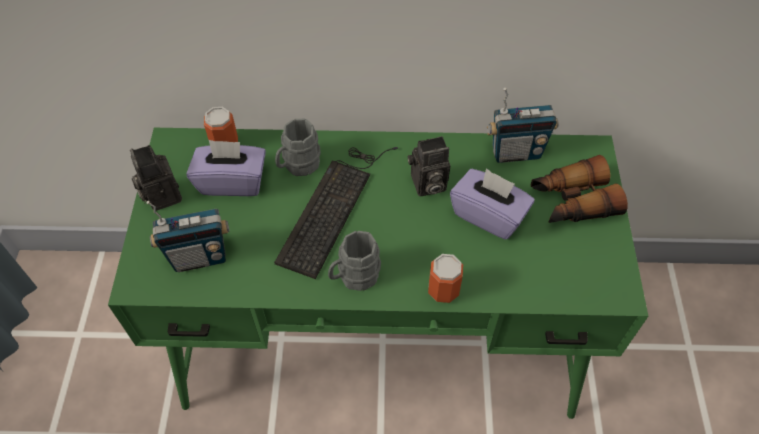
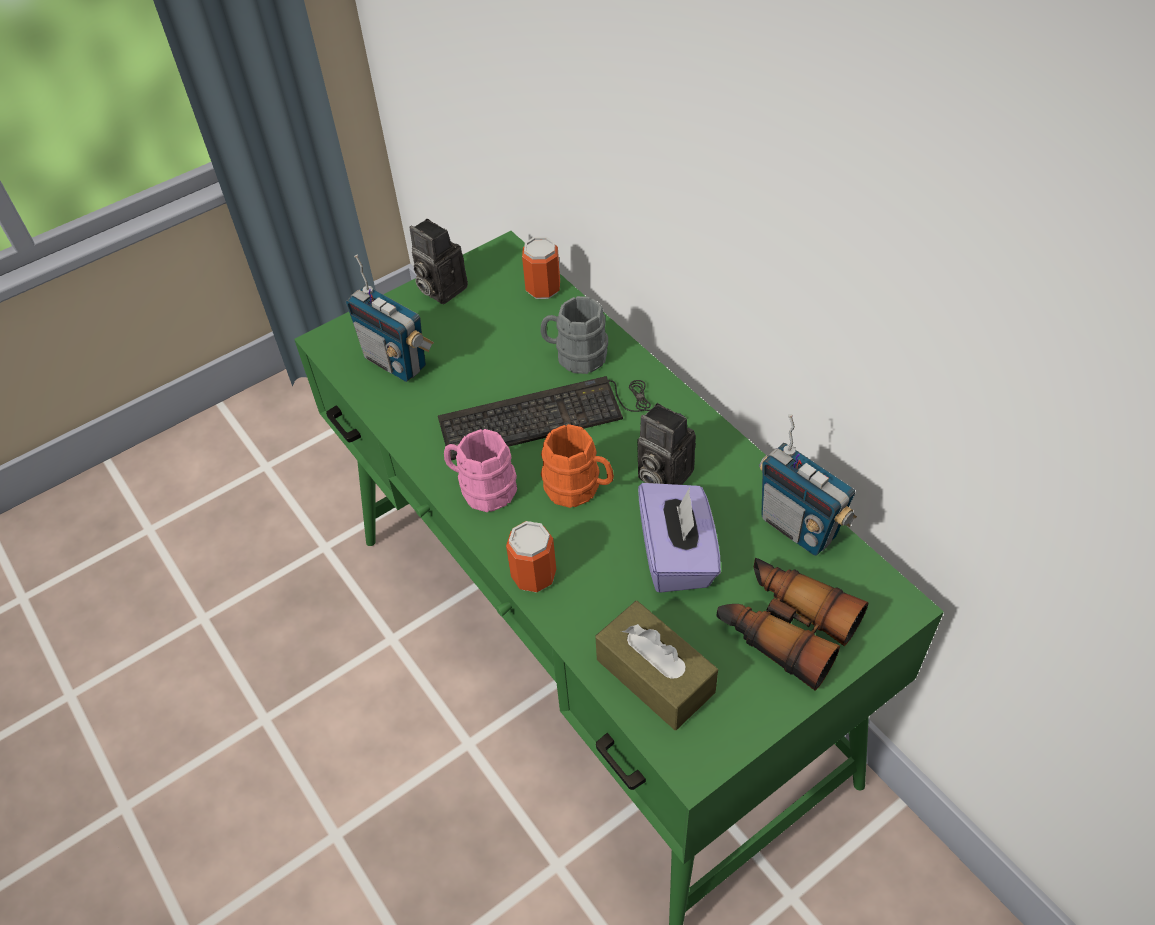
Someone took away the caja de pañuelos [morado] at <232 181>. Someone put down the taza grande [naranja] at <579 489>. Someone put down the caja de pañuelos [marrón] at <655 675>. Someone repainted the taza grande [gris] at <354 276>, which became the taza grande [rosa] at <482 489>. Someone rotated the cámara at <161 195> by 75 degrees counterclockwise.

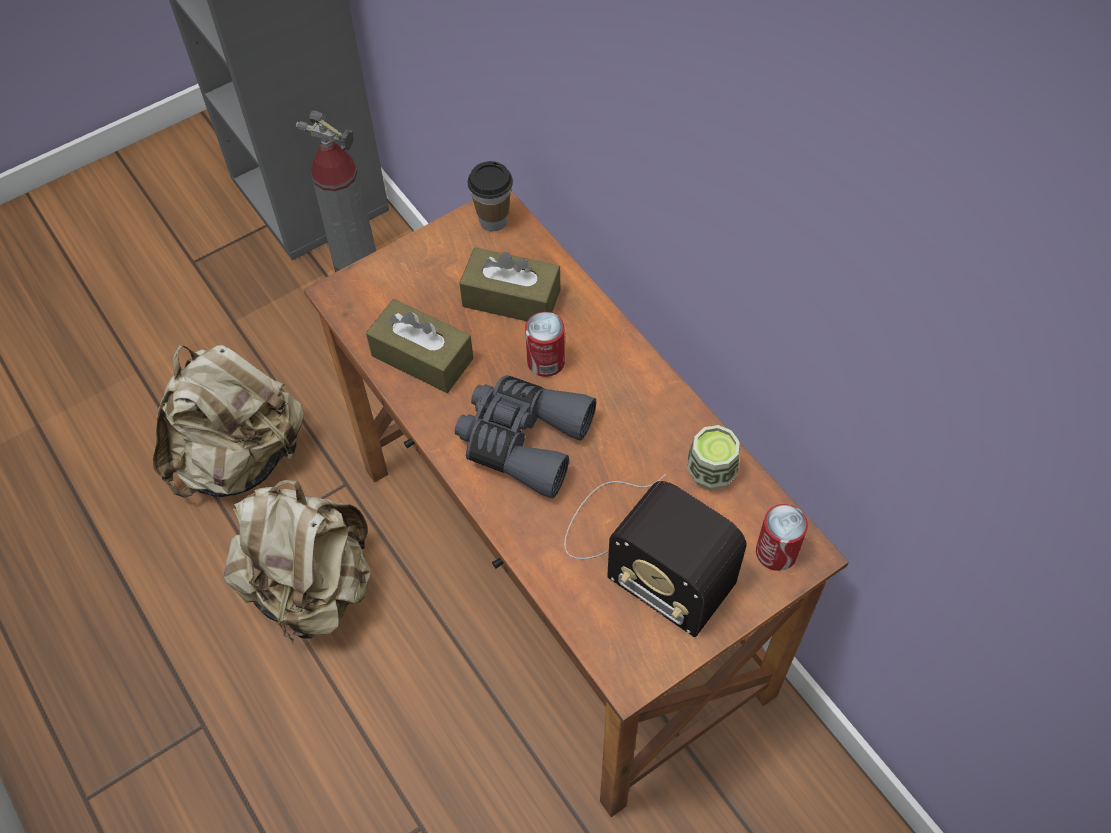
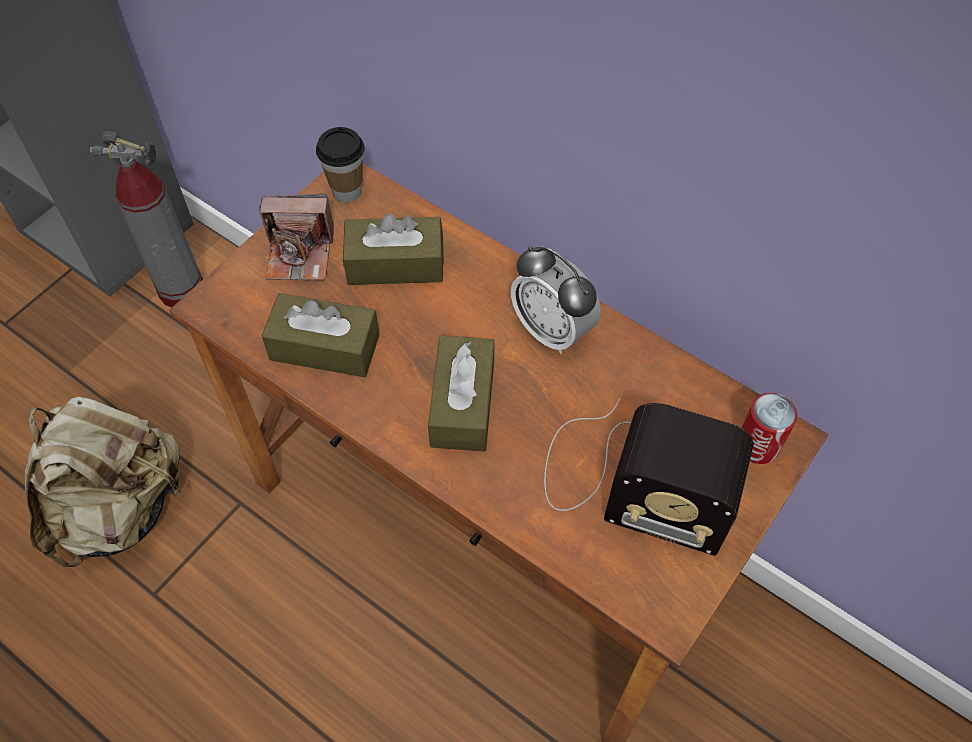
Someone took away the mochila [beis] at <311 587>. Someone took away the lata at <546 362>. Someone took away the taza at <711 472>. Someone put down the cámara at <300 253>. Someone put down the despertador at <552 330>. Someone swapped the prismáticos [gris] at <523 440> for the caja de pañuelos [marrón] at <462 404>.

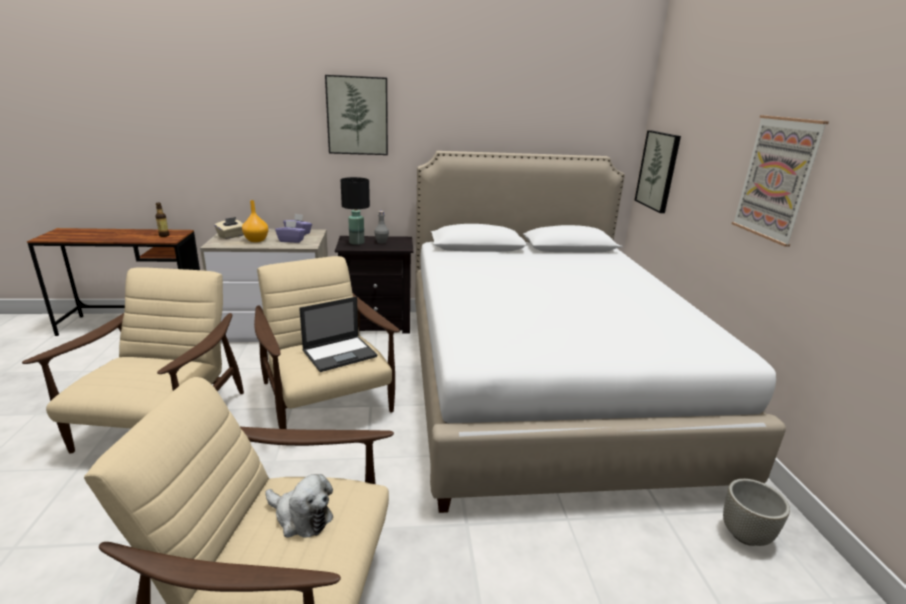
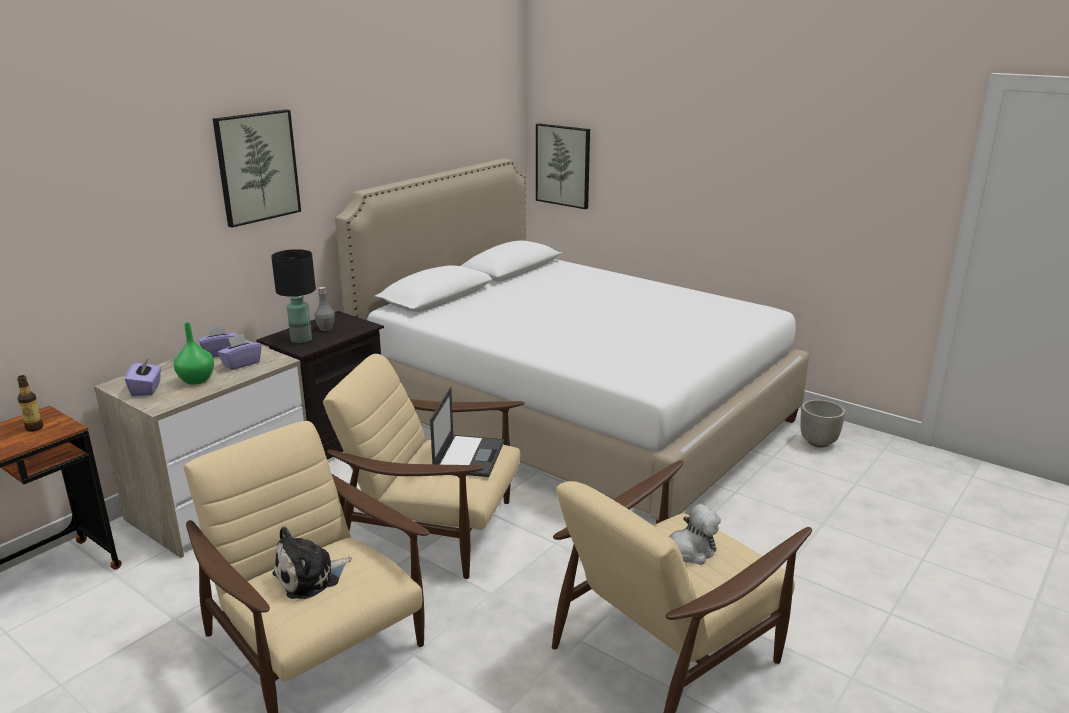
Someone took away the cuadro at <776 178>. Someone put down the peluche at <311 577>. Someone repainted the caja de pañuelos [beis] at <231 236>, which became the caja de pañuelos [morado] at <146 389>. Someone repainted the florero [naranja] at <256 240>, which became the florero [verde] at <197 380>.

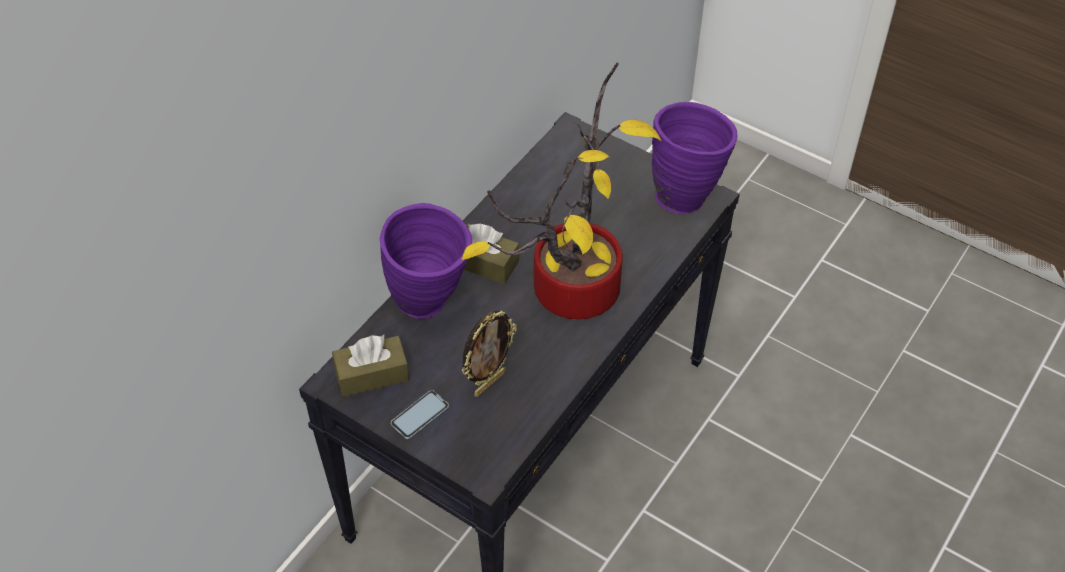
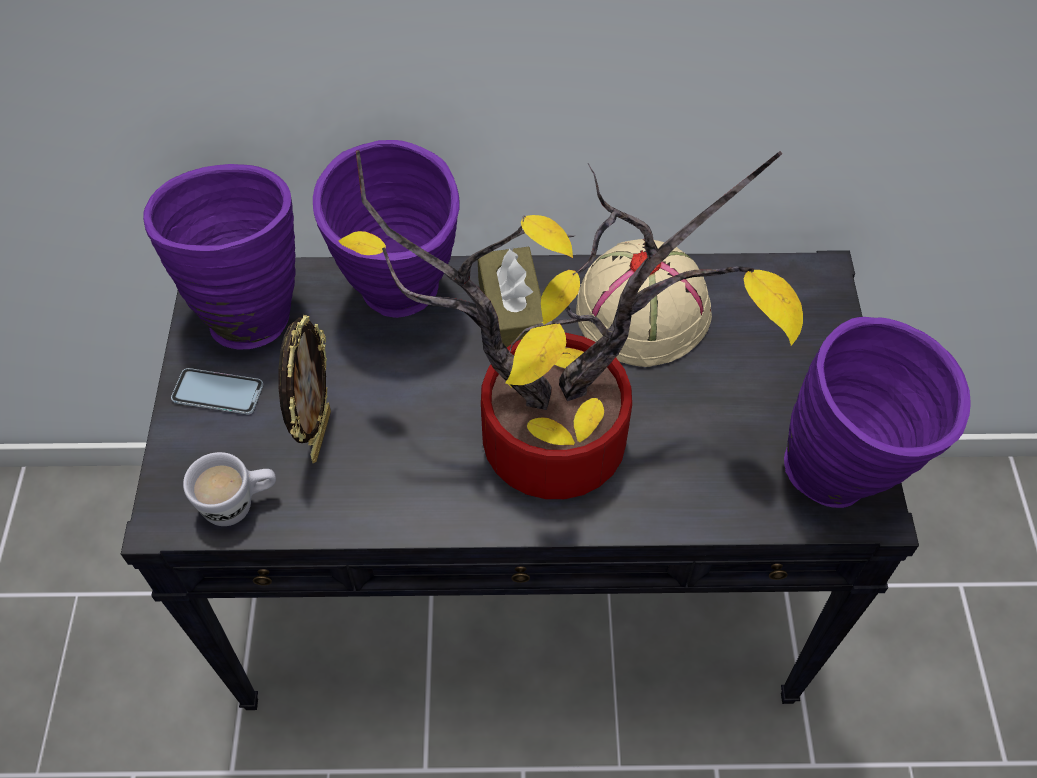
Someone put down the taza grande [blanco] at <240 504>. Someone put down the sombrero [beis] at <643 311>. Someone swapped the caja de pañuelos [marrón] at <372 374> for the florero [morado] at <249 309>. Someone rotated the portarretratos at <489 383> by 90 degrees counterclockwise.

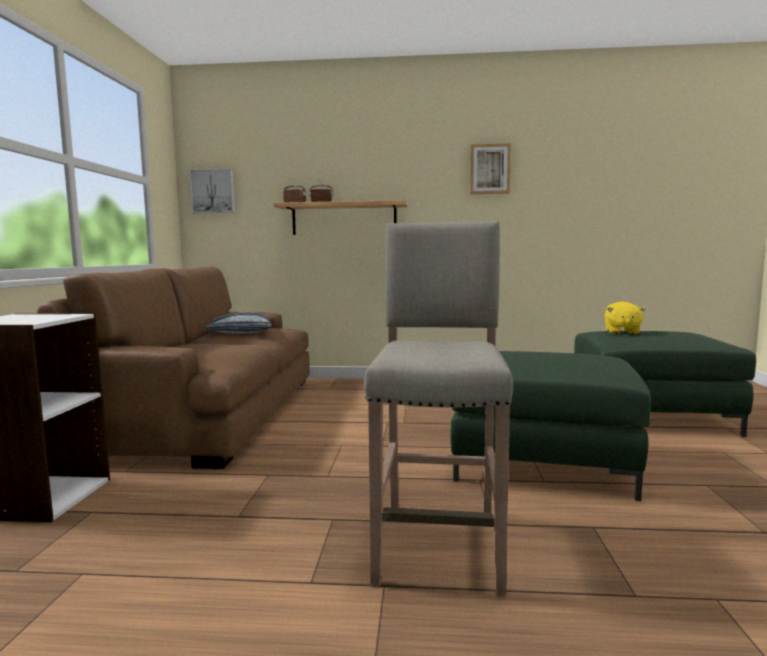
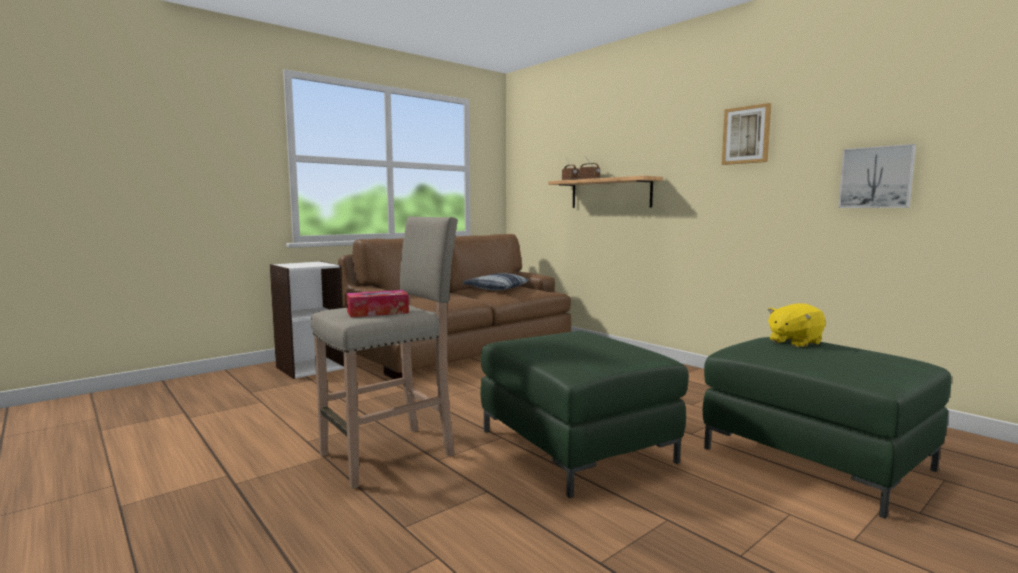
Someone put down the caja de pañuelos at <378 312>. Someone carried the cuadro from <213 191> to <876 177>.

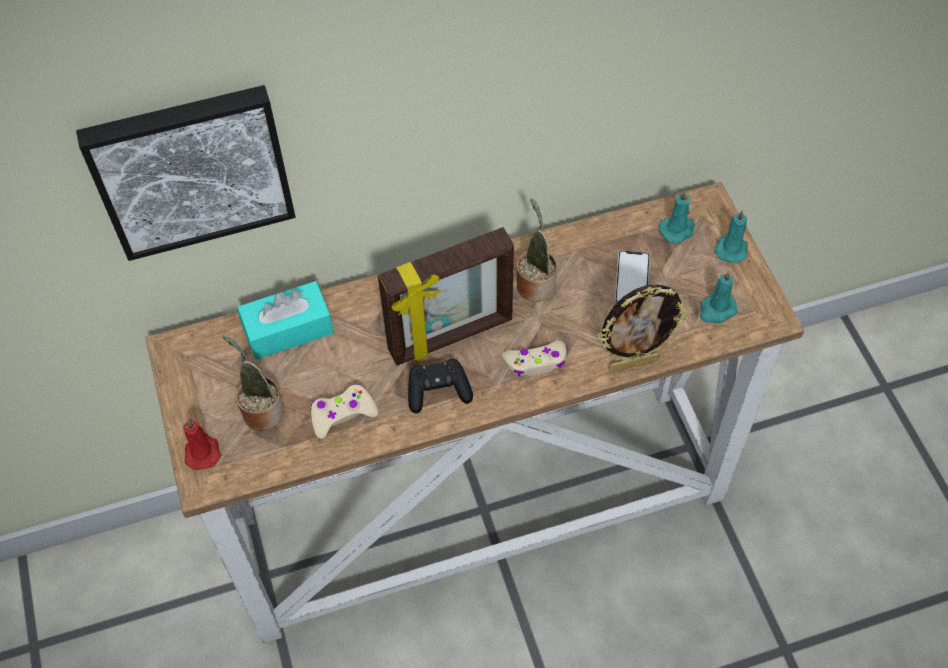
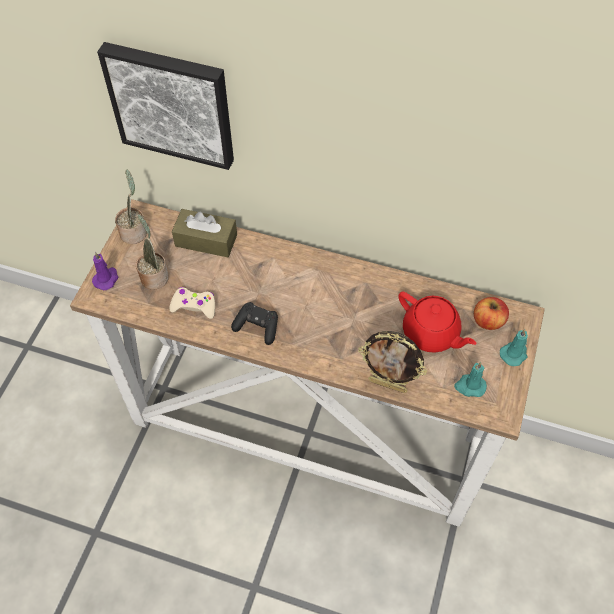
Someone took away the portarretratos at <451 337>. Someone took away the mando de consola [beis] at <536 362>. Someone carried the planta en maceta from <535 283> to <134 231>. Someone swapped the móvil at <632 279> for the tetera [rojo] at <431 333>. Someone swapped the vela [turquesa] at <678 229> for the manzana at <488 321>. Someone repainted the vela [rojo] at <202 451>, which became the vela [morado] at <106 279>. Someone repainted the caja de pañuelos [turquesa] at <288 330>, which became the caja de pañuelos [marrón] at <206 240>.

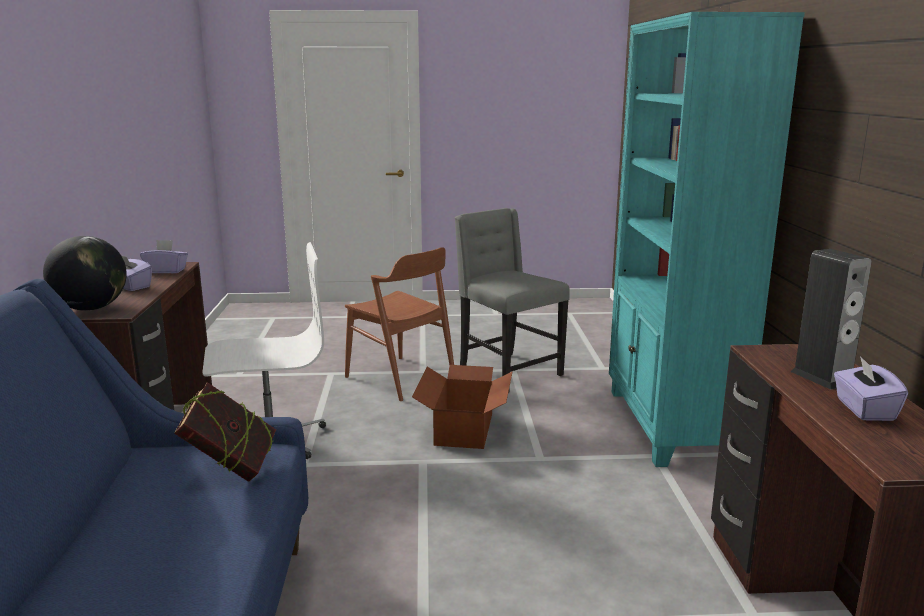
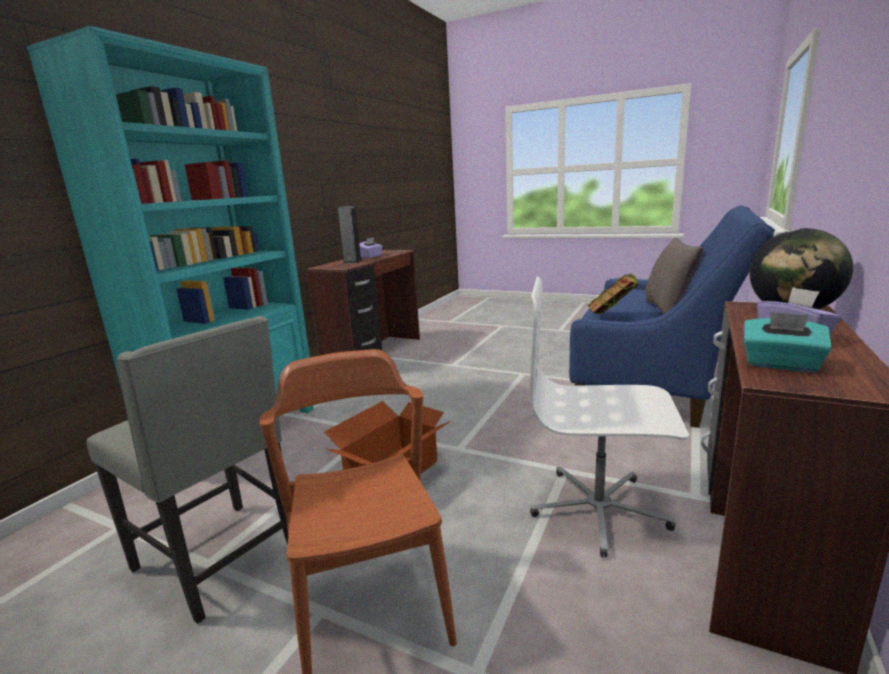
Someone put down the cojín [gris] at <668 310>. Someone repainted the caja de pañuelos [morado] at <166 271>, which became the caja de pañuelos [turquesa] at <780 364>. Someone rotated the silla [gris] at <507 372> by 45 degrees counterclockwise.

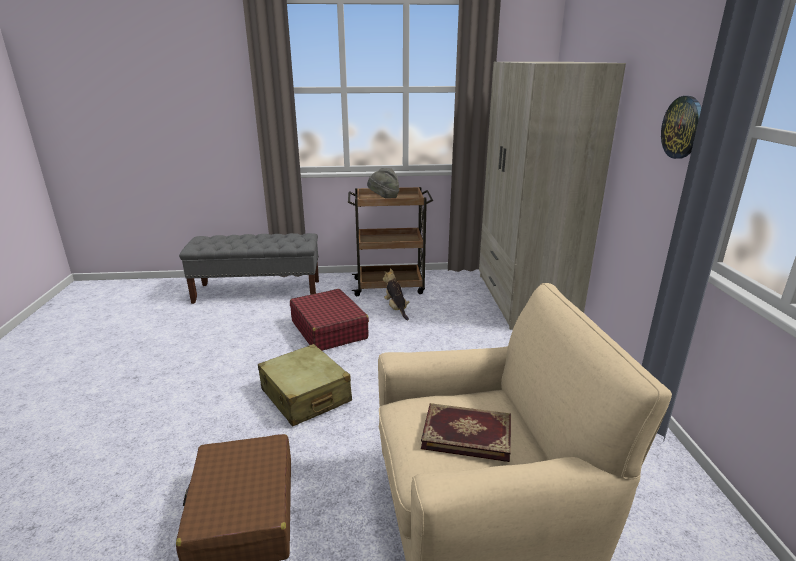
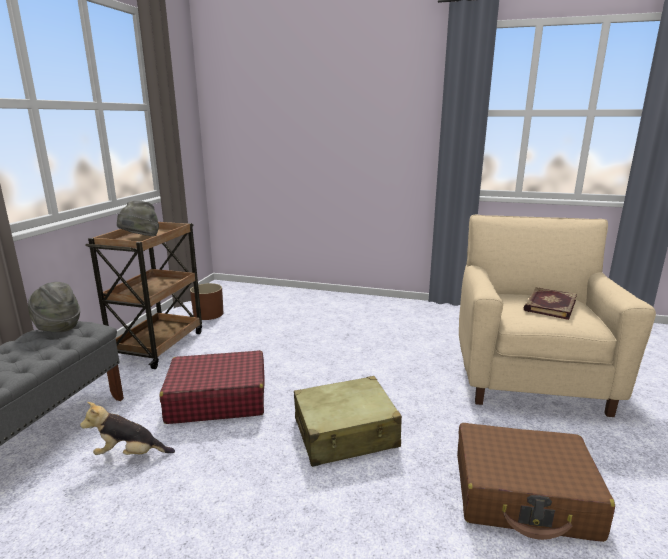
Someone took away the armario ropero [beis] at <524 299>. Someone took away the reloj de pared at <683 127>. Someone put down the sombrero [gris] at <57 327>. Someone put down the maceta [marrón] at <208 314>. Someone carried the peluche from <396 309> to <130 454>.

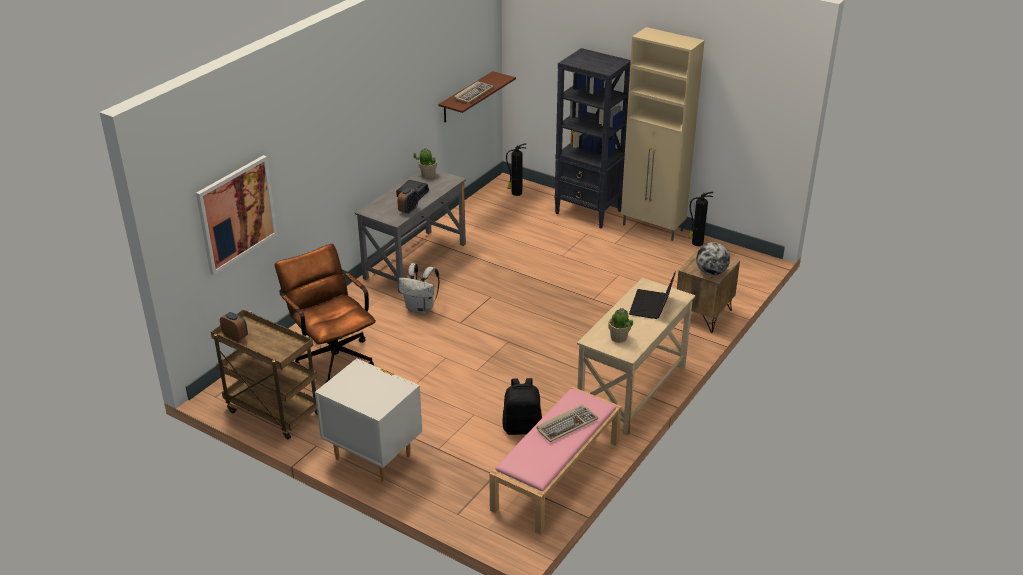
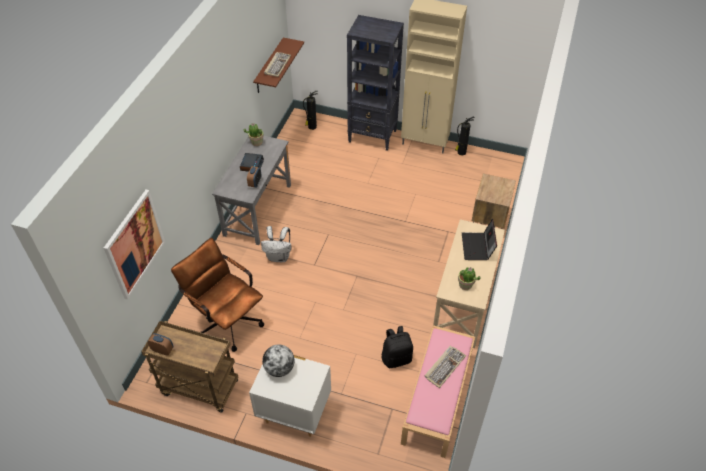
Someone carried the globo terráqueo from <711 272> to <279 368>.

